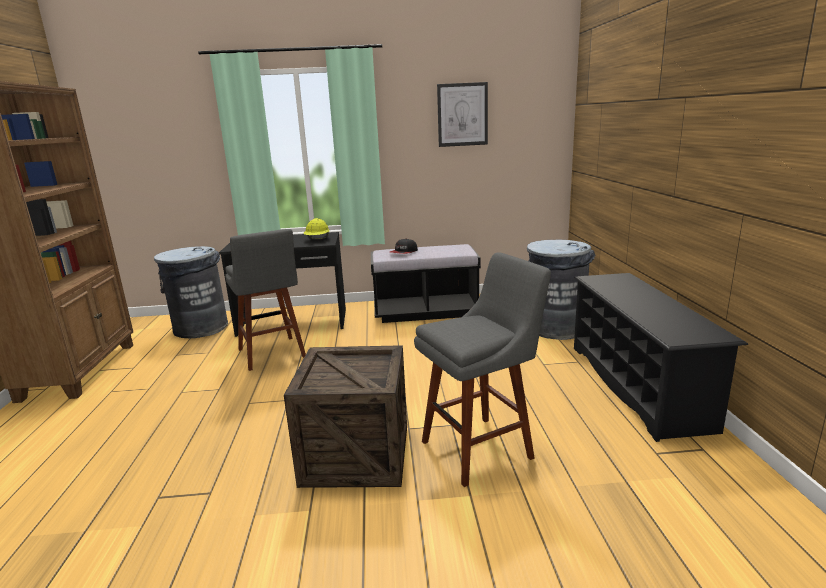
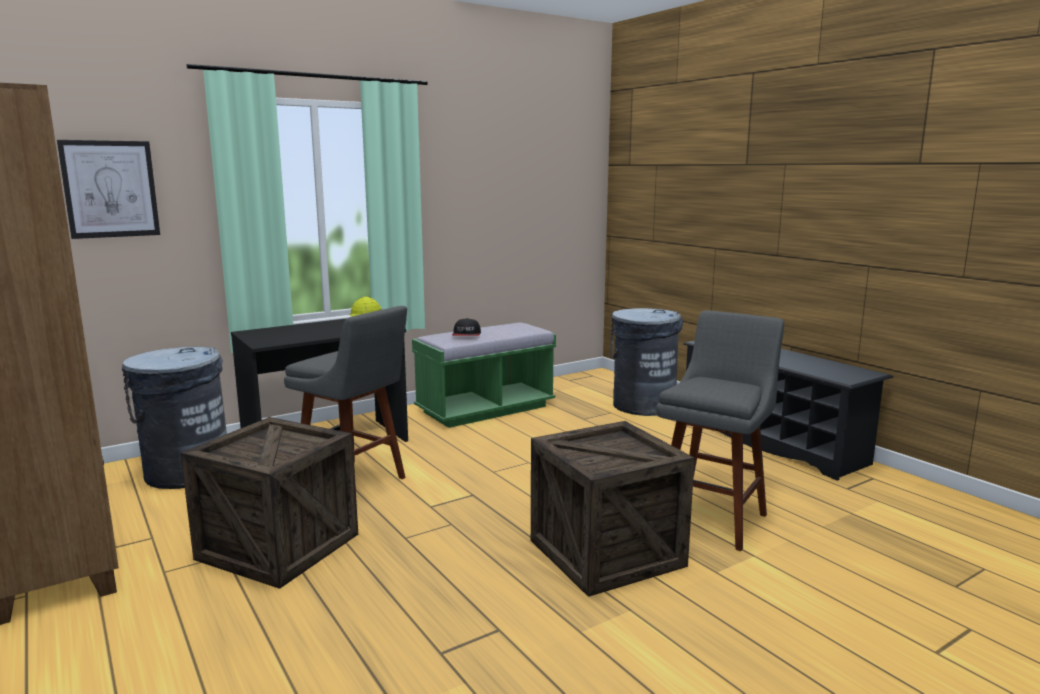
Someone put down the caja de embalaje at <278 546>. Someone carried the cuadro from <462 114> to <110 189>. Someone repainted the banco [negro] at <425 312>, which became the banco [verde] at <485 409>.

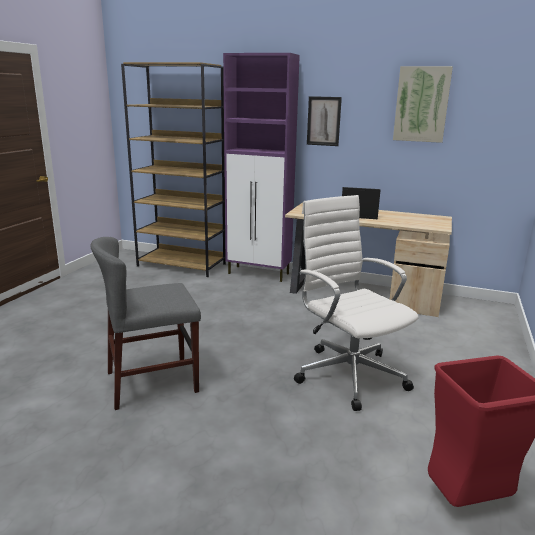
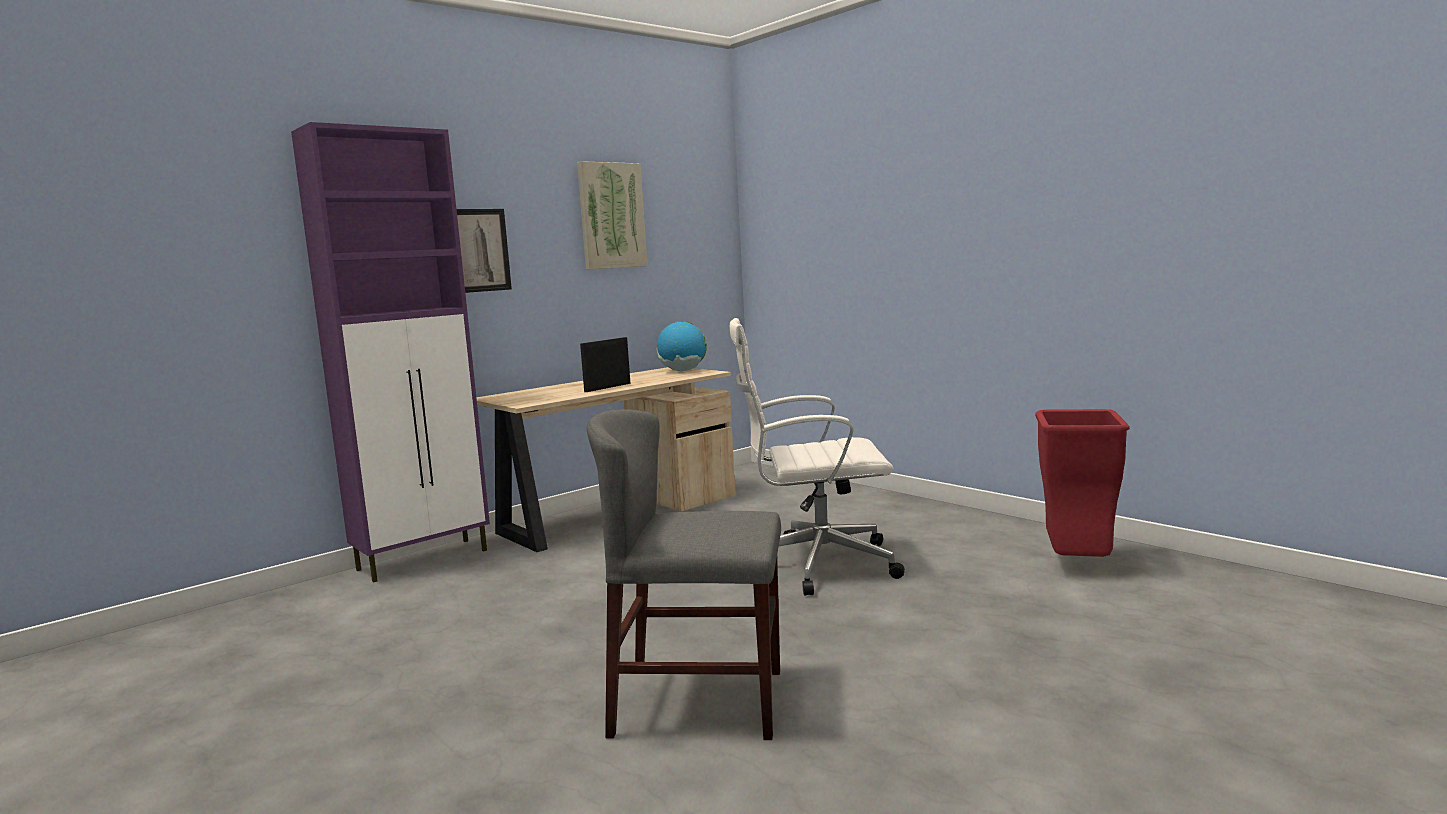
Someone took away the estantería [marrón] at <182 265>. Someone put down the globo terráqueo at <683 371>. Someone rotated the silla [gris] at <152 382> by 90 degrees clockwise.

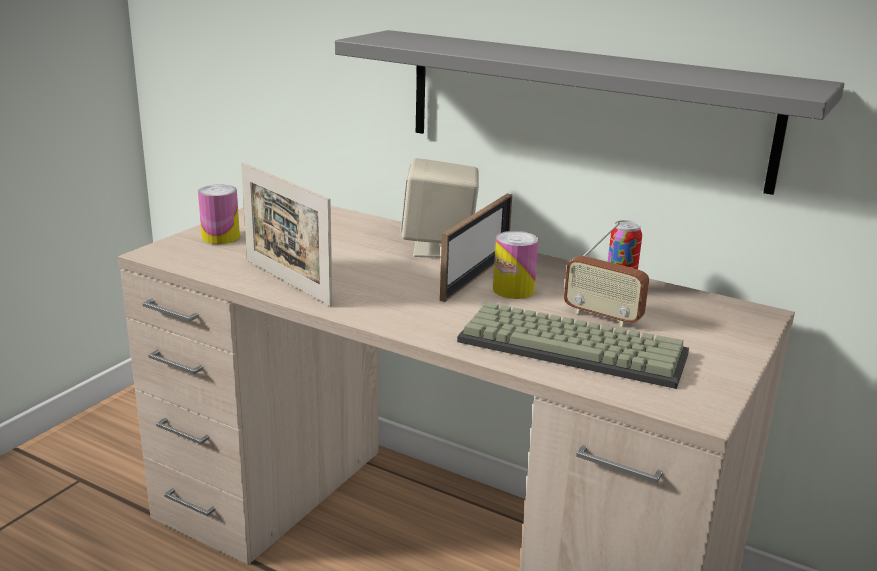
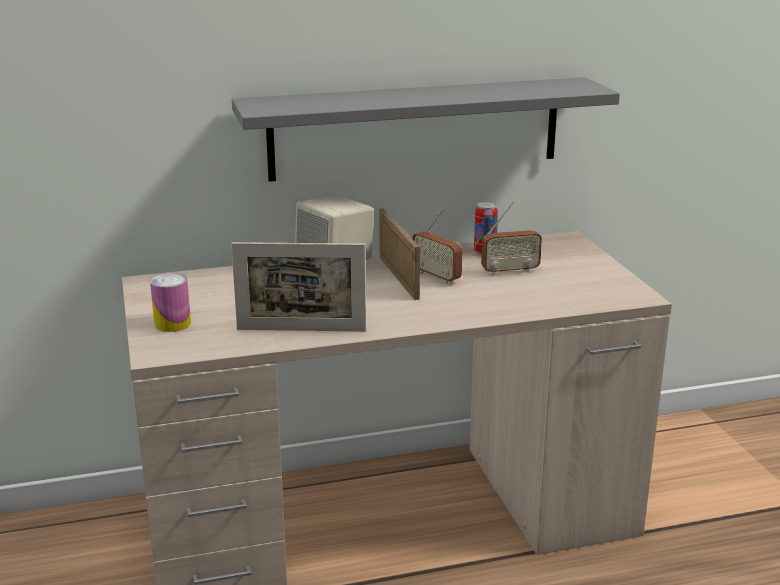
Someone took away the teclado at <575 346>. Someone swapped the lata at <513 290> for the radio at <436 276>.

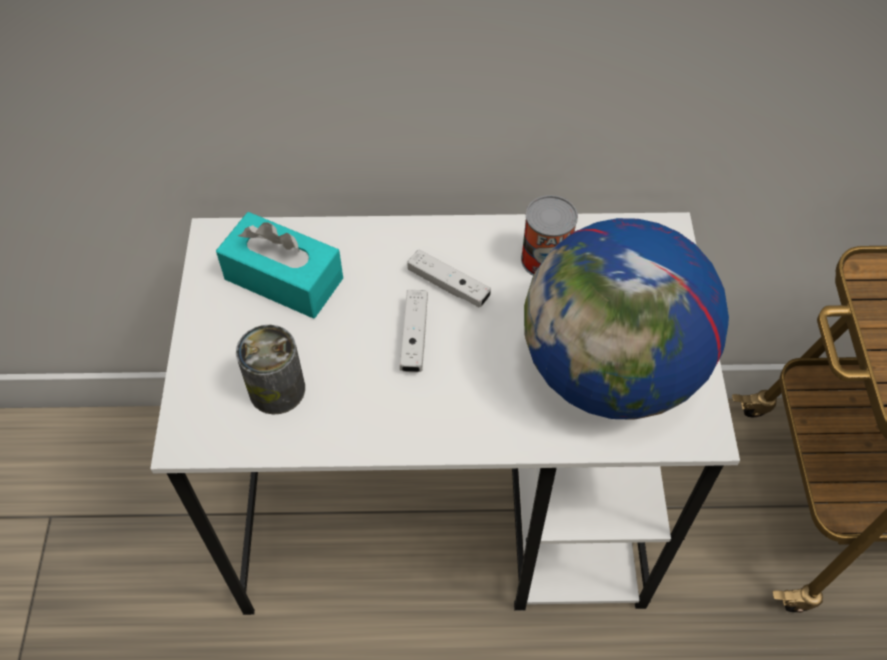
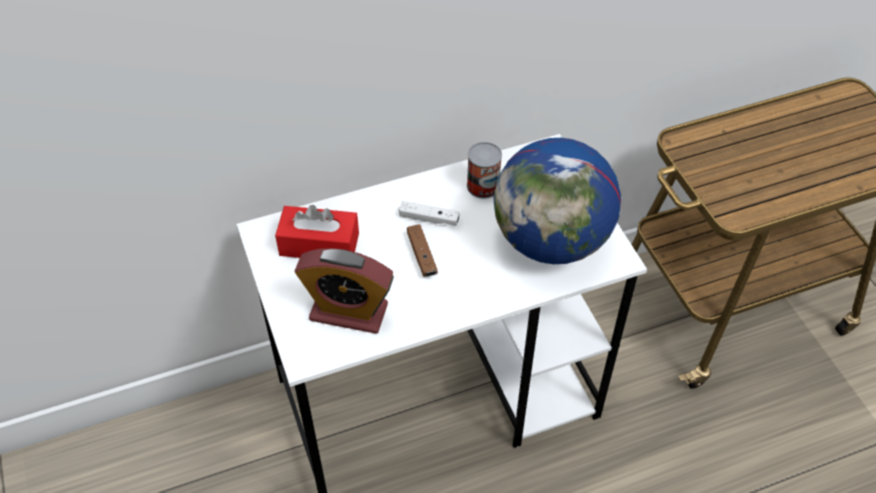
Someone swapped the lata at <277 389> for the despertador at <348 312>. Someone repainted the caja de pañuelos [turquesa] at <284 279>, which became the caja de pañuelos [rojo] at <319 244>. Someone repainted the mando de consola [blanco] at <414 337>, which became the mando de consola [marrón] at <422 255>.

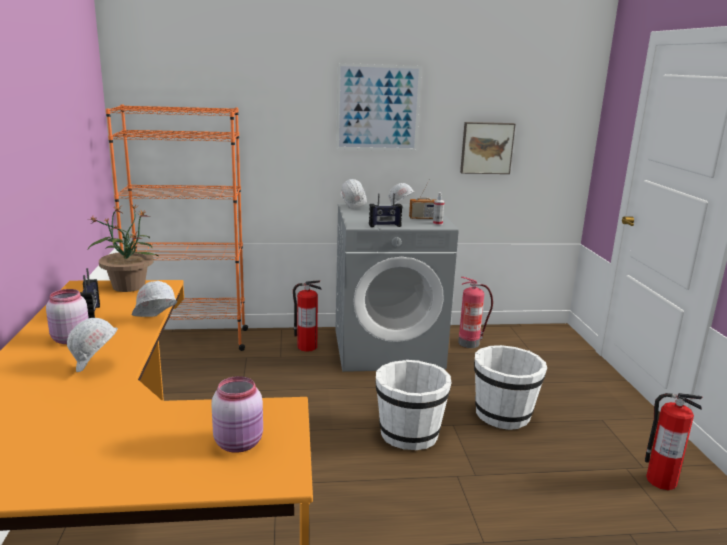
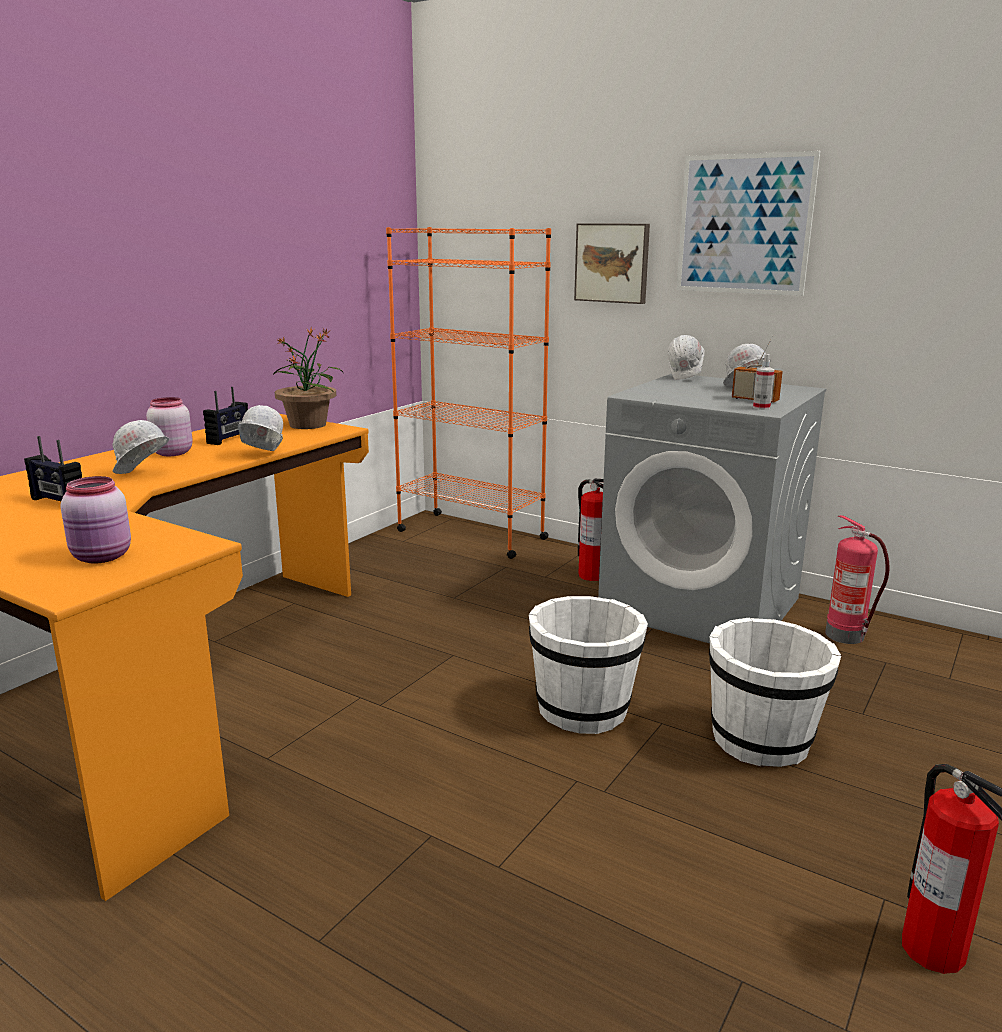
Someone carried the radio from <385 226> to <58 502>. Someone carried the cuadro from <486 148> to <612 263>.

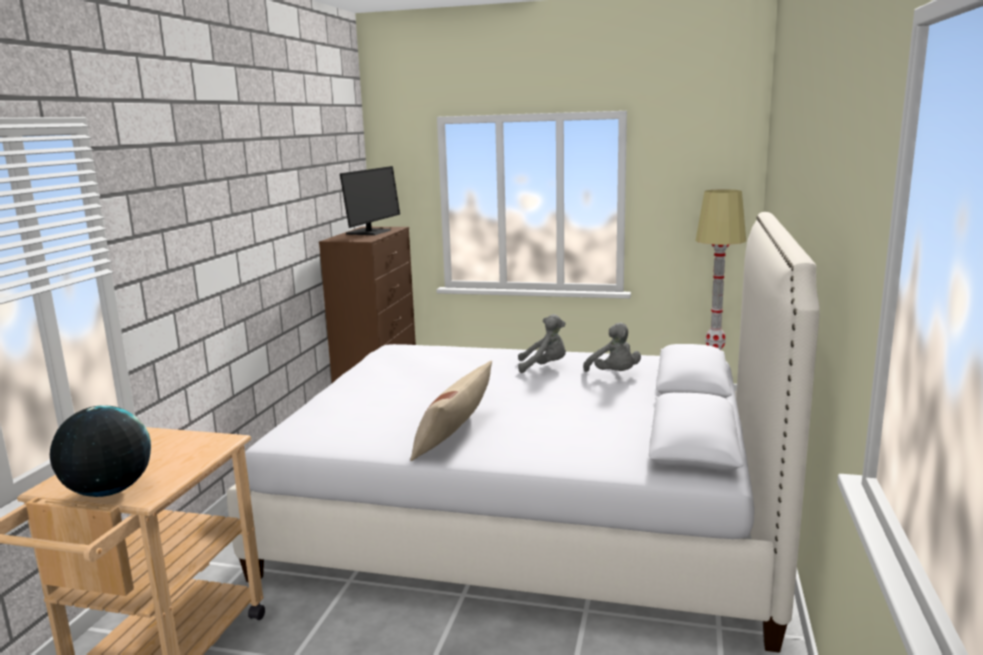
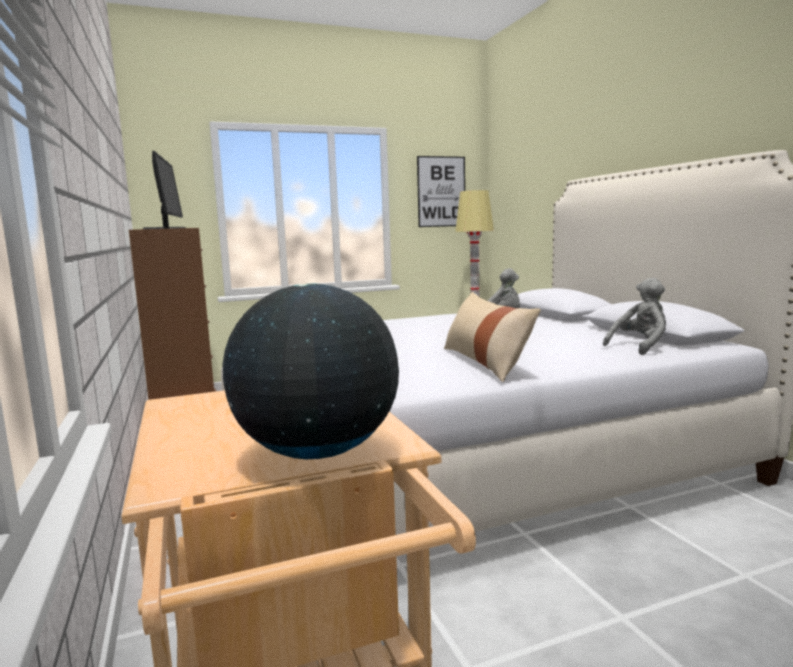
Someone put up the cuadro at <441 191>. Someone carried the peluche [gris] from <544 367> to <640 347>.

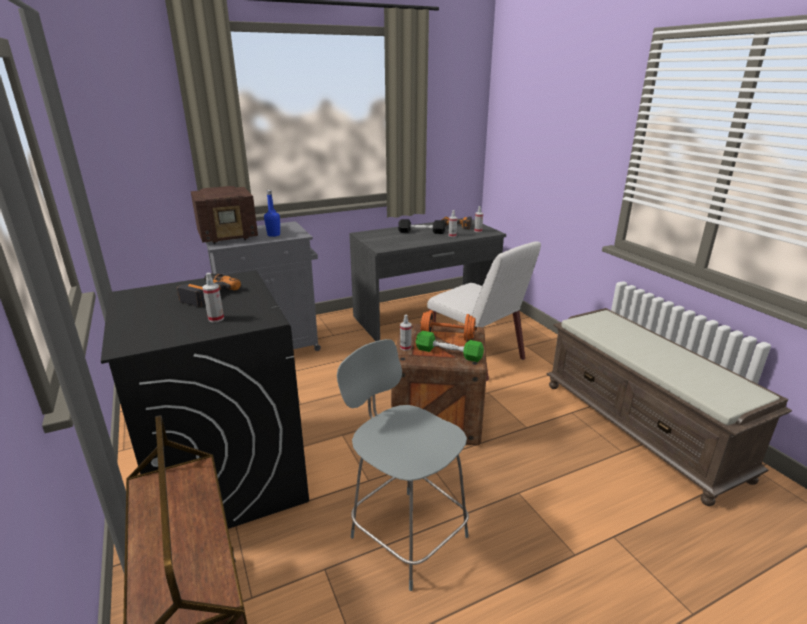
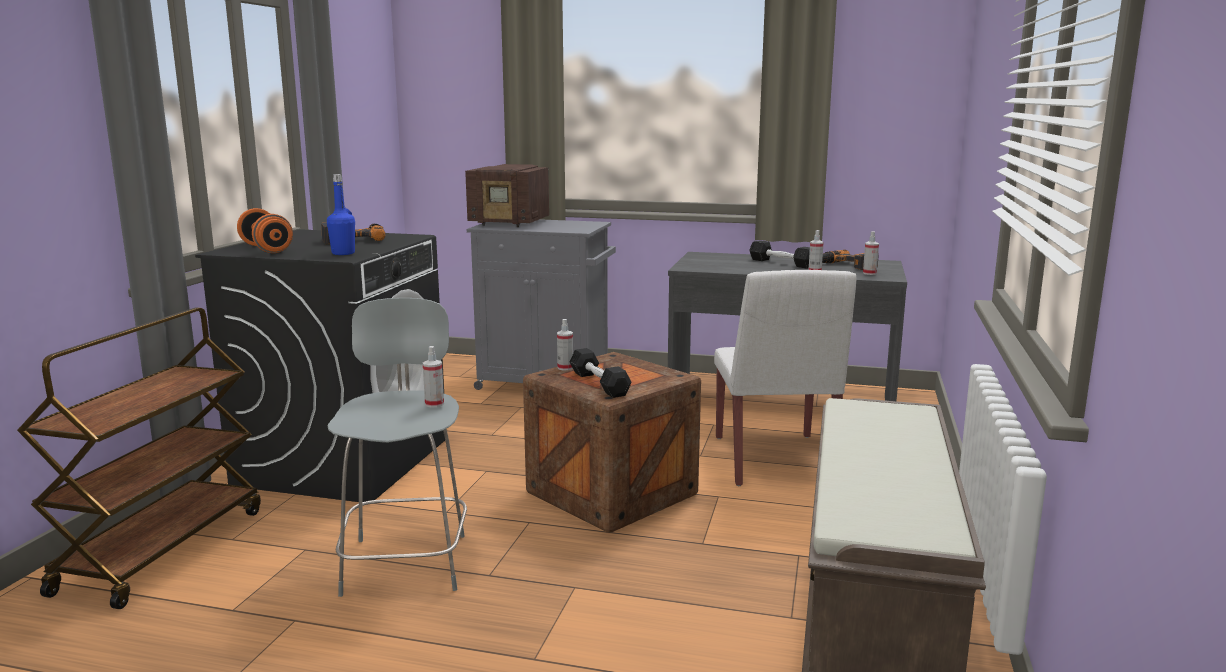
Someone carried the pulverizador from <216 319> to <434 404>. Someone carried the botella [azul] from <273 235> to <343 253>. Someone carried the mancuerna [naranja] from <447 337> to <266 249>. Someone repainted the mancuerna [verde] at <448 353>, which became the mancuerna [negro] at <599 383>.

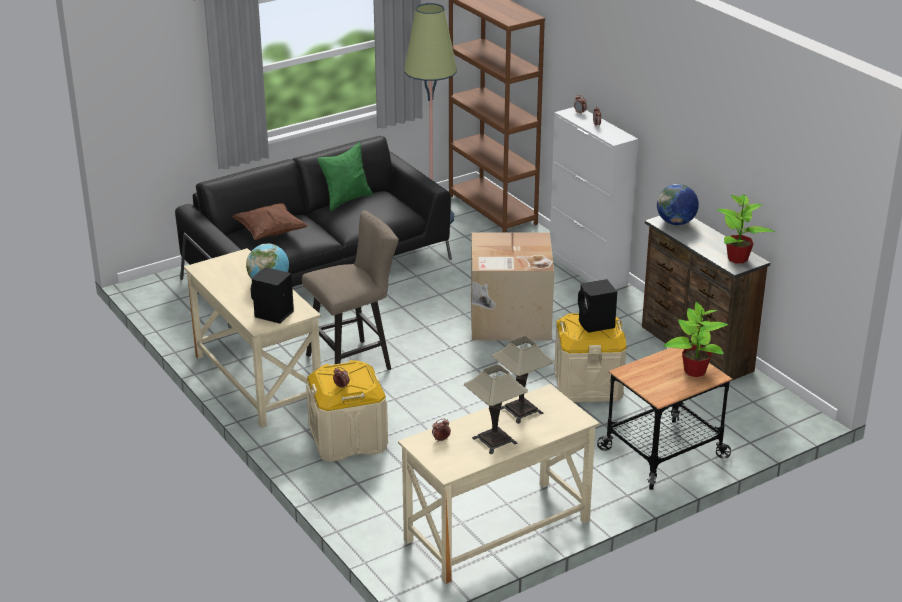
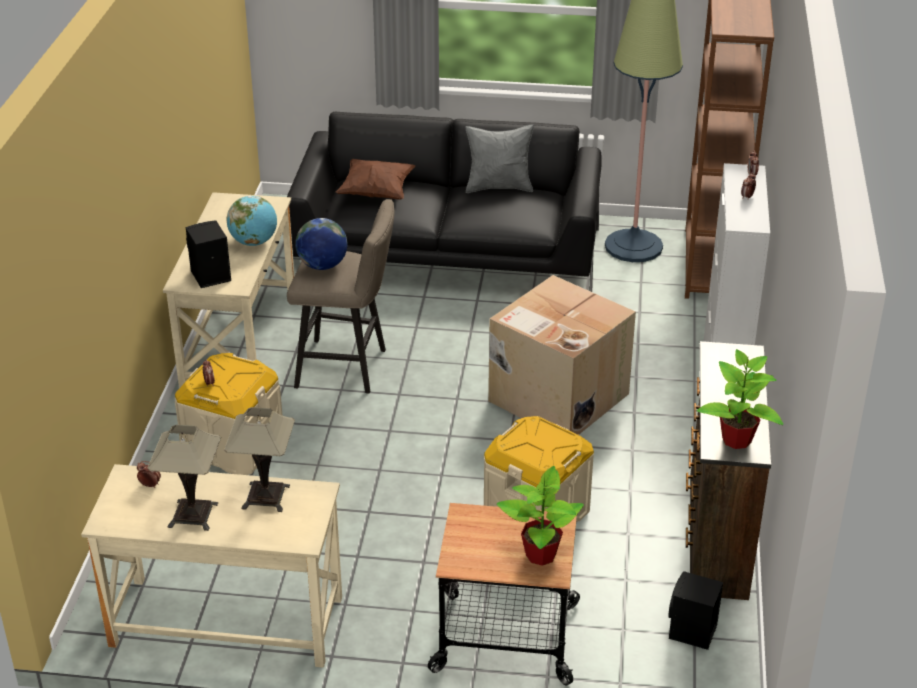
Someone carried the altavoz [negro] from <596 325> to <691 633>. Someone carried the globo terráqueo from <676 222> to <322 265>. Someone repainted the cojín [verde] at <346 200>, which became the cojín [gris] at <499 187>.

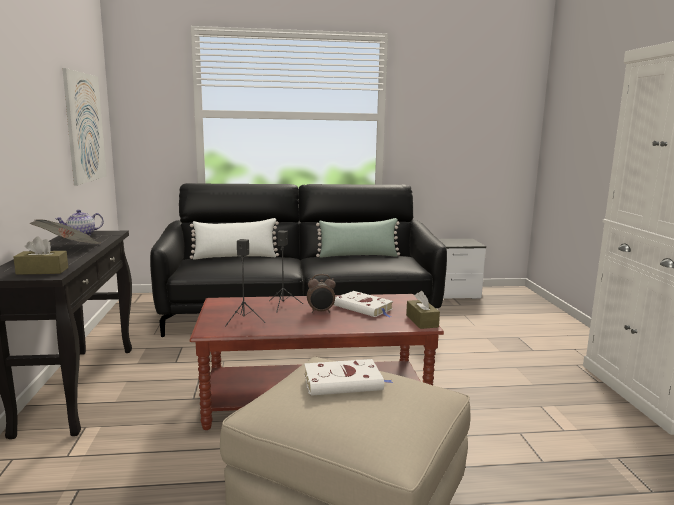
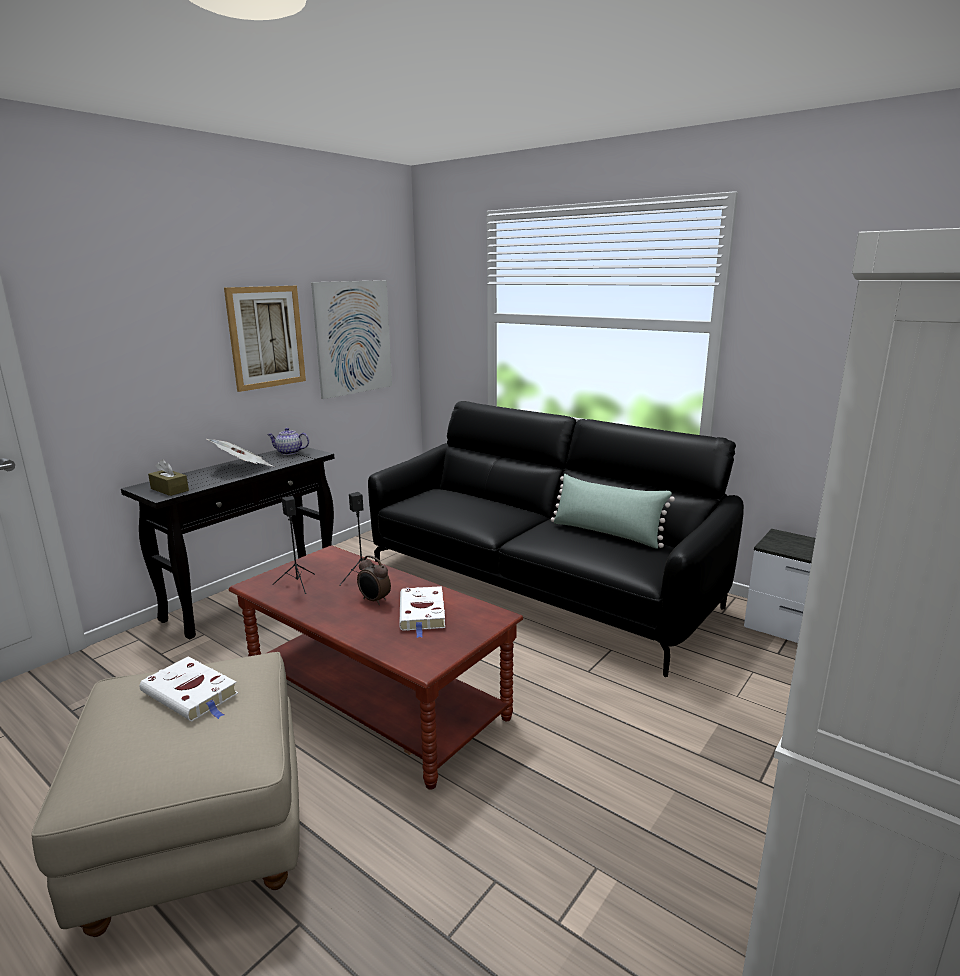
Someone took away the cojín [blanco] at <235 257>. Someone took away the caja de pañuelos [marrón] at <422 321>. Someone put up the cuadro at <266 337>.

